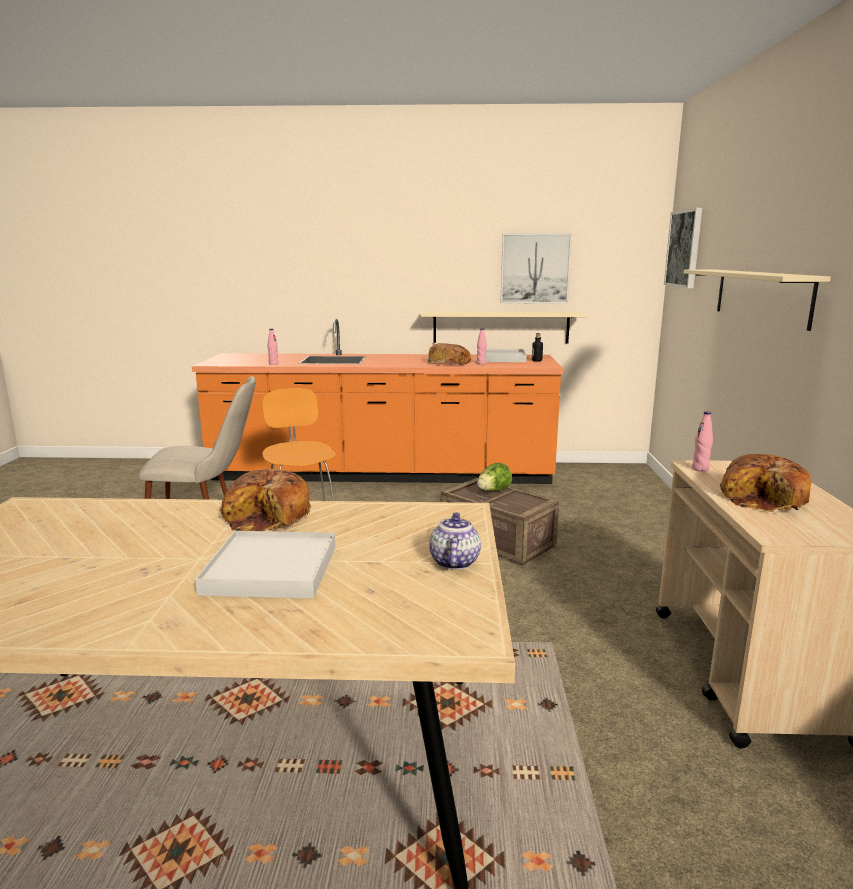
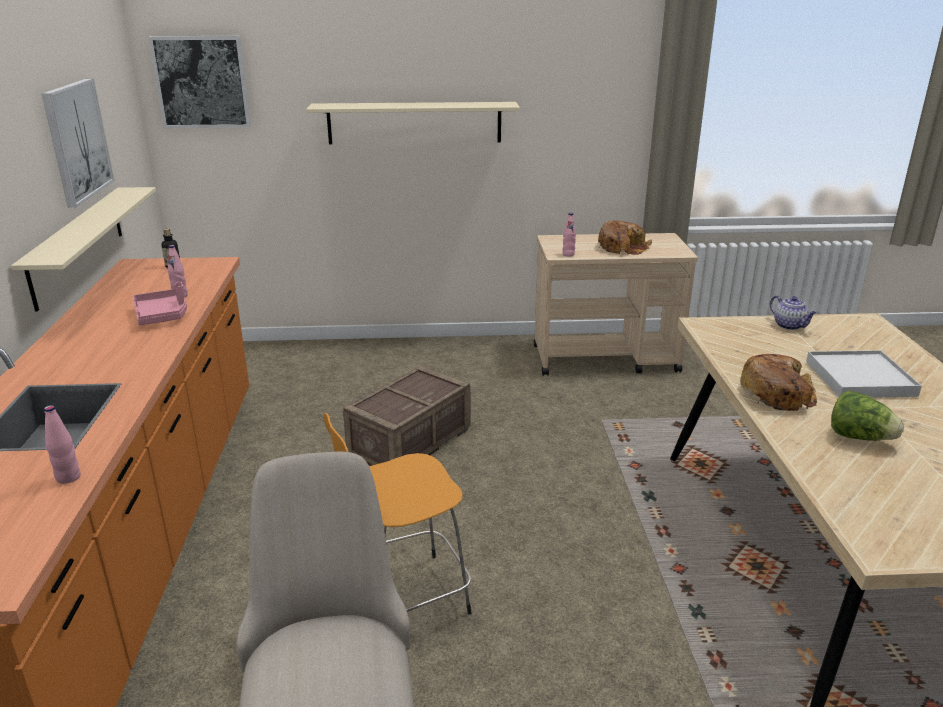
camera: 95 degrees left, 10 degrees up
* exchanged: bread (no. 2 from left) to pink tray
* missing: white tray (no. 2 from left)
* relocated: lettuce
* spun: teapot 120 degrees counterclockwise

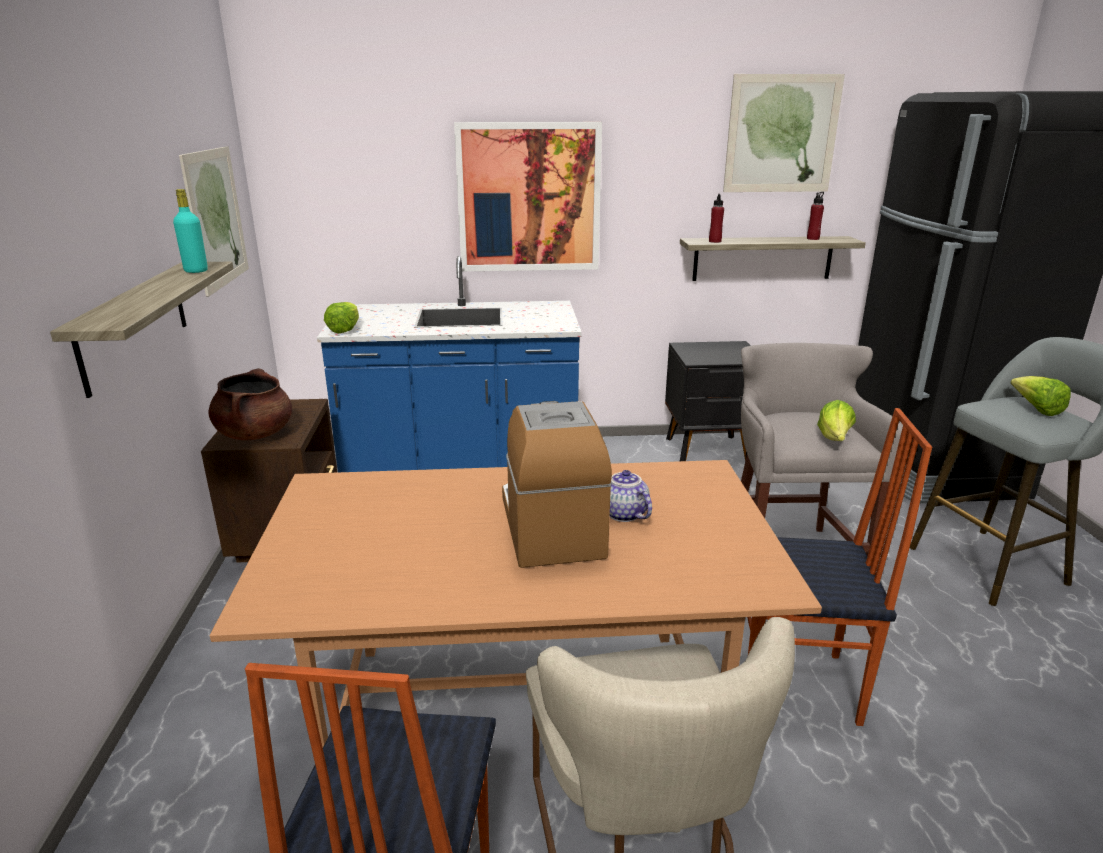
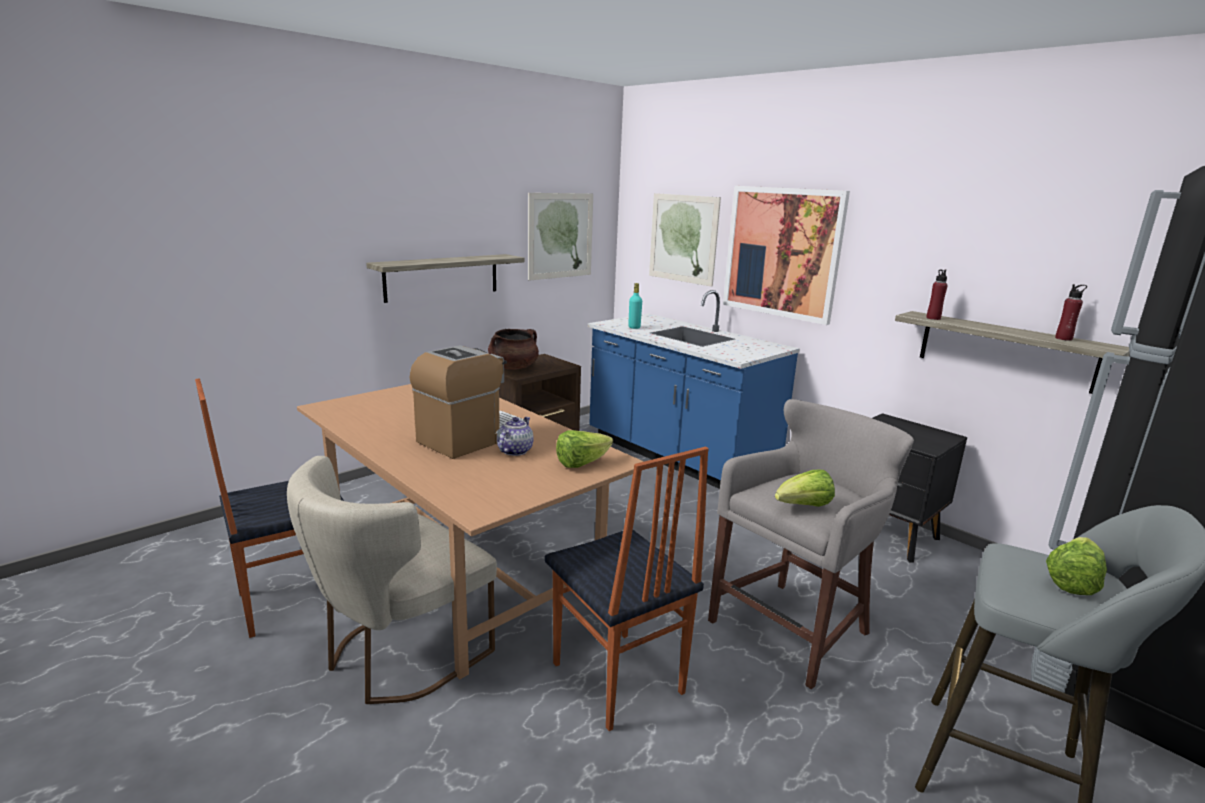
camera: 50 degrees right, 5 degrees down
* relocated: picture (no. 3 from left in the first image) to picture (no. 2 from left)
* relocated: turquoise bottle
* relocated: lettuce (no. 1 from left)

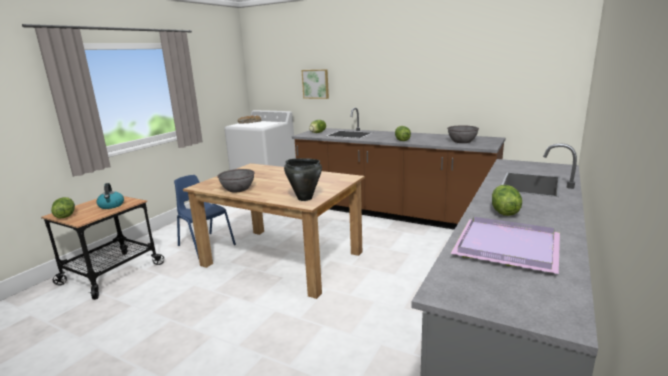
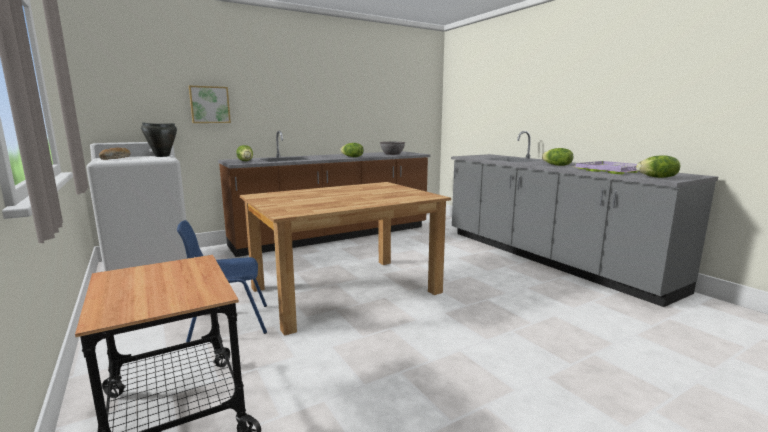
camera: 60 degrees left, 5 degrees down
* relocated: black cooking pot
* missing: grey bowl (no. 1 from left)
* missing: kettle
* relocated: lettuce (no. 1 from left in the first image) to lettuce (no. 4 from left)

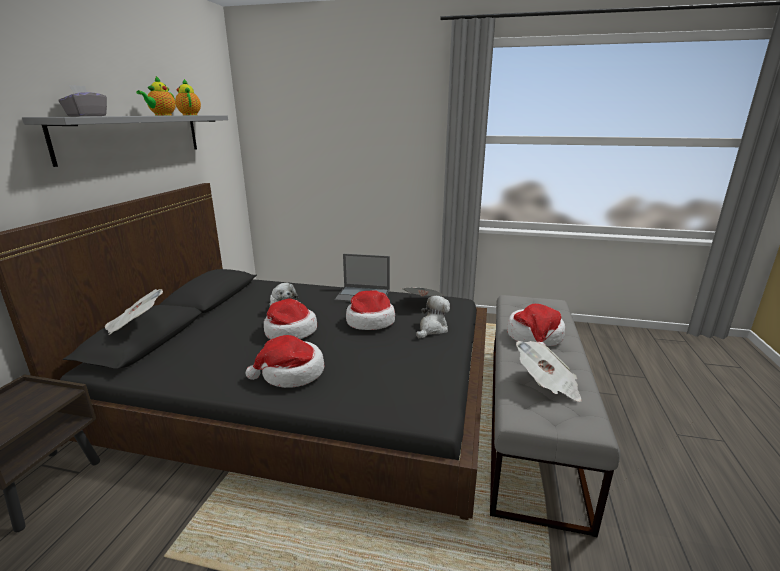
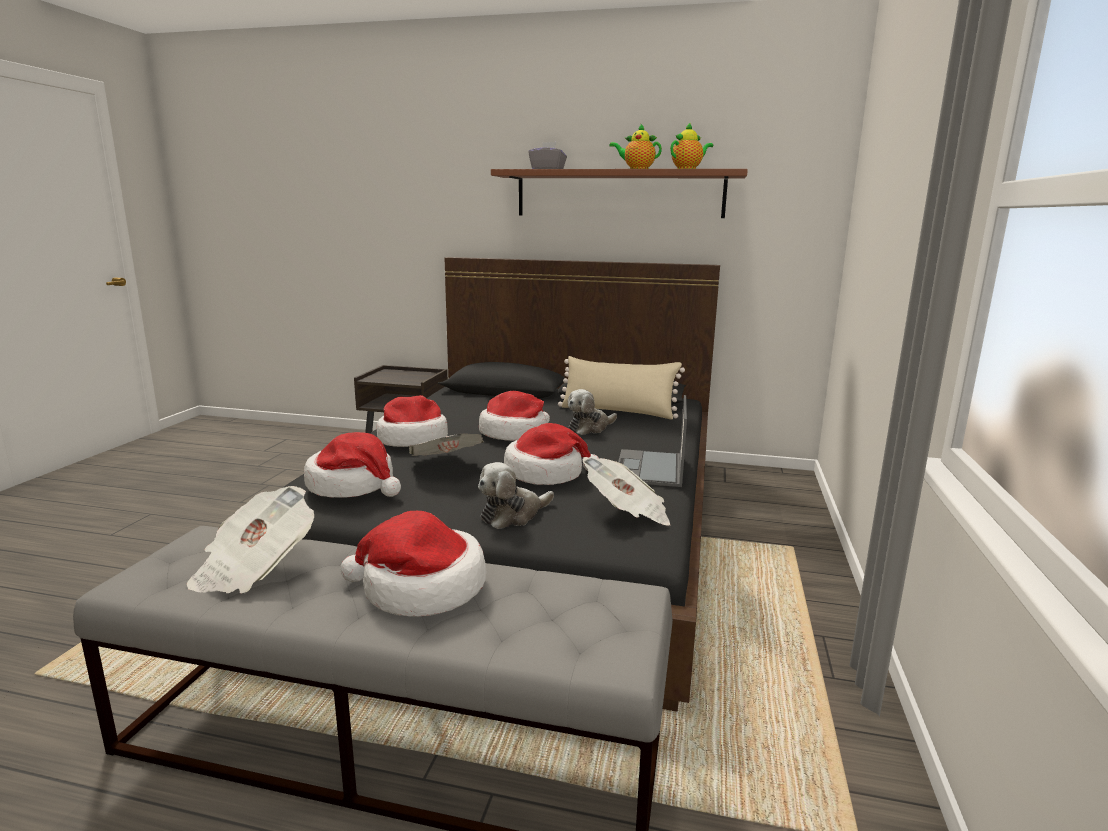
camera: 90 degrees right, 5 degrees down
* colour: grey shelf to brown shelf
* relocated: newspaper (no. 1 from left in the first image) to newspaper (no. 2 from left)
* spun: plush toy (no. 2 from left in the first image) 105 degrees clockwise
* appeared: beige pillow
* appeared: hat (no. 1 from left)

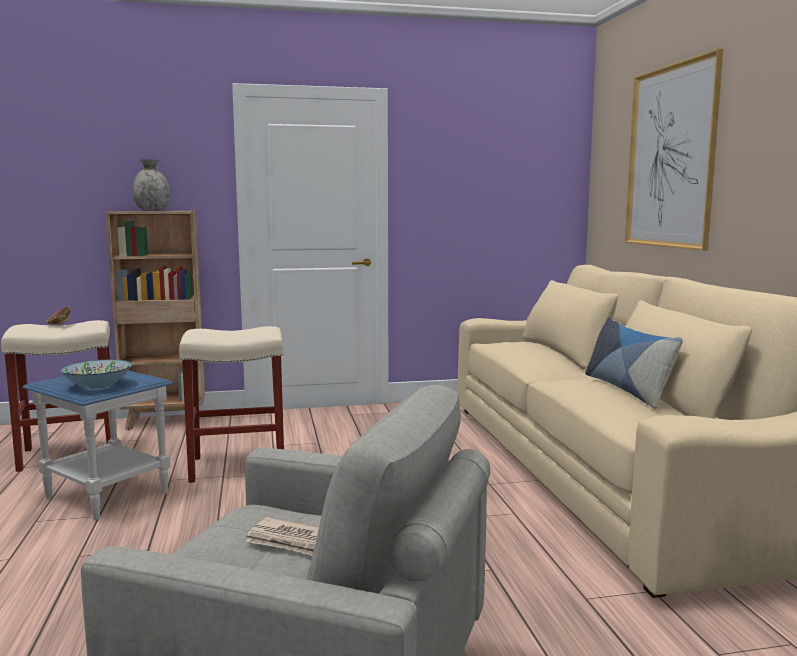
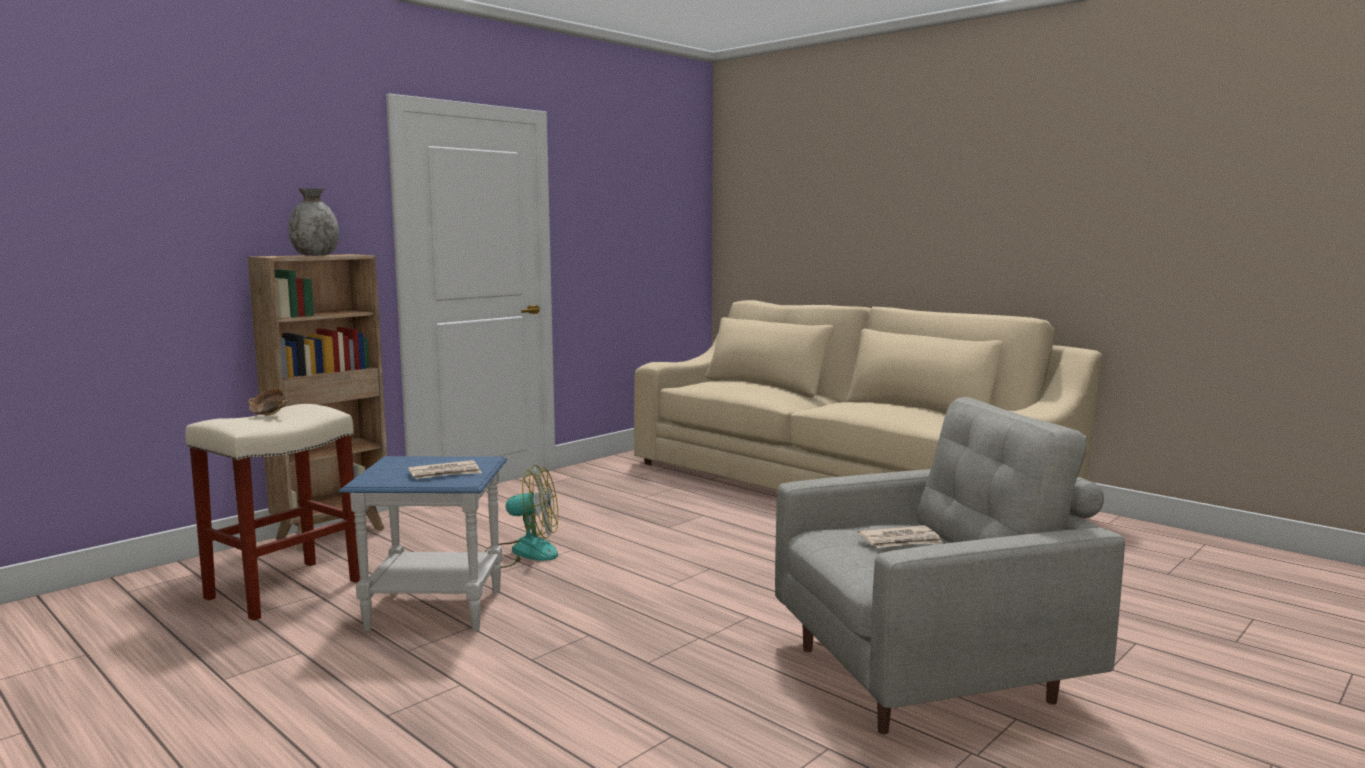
camera: 35 degrees left, 0 degrees up
* missing: picture
* missing: pillow
* exchanged: beige stool (no. 2 from left) to fan
* exchanged: bowl (no. 2 from left) to newspaper (no. 1 from left)

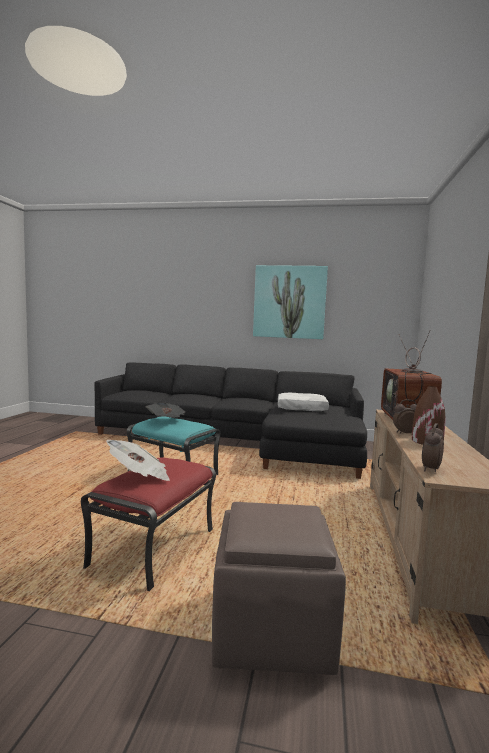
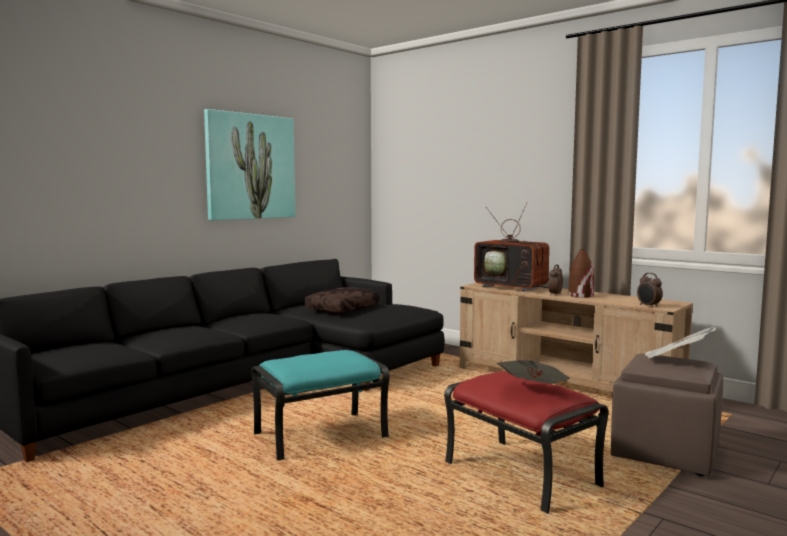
camera: 60 degrees left, 0 degrees up
* colour: white pillow to brown pillow
* relocated: newspaper (no. 2 from left)

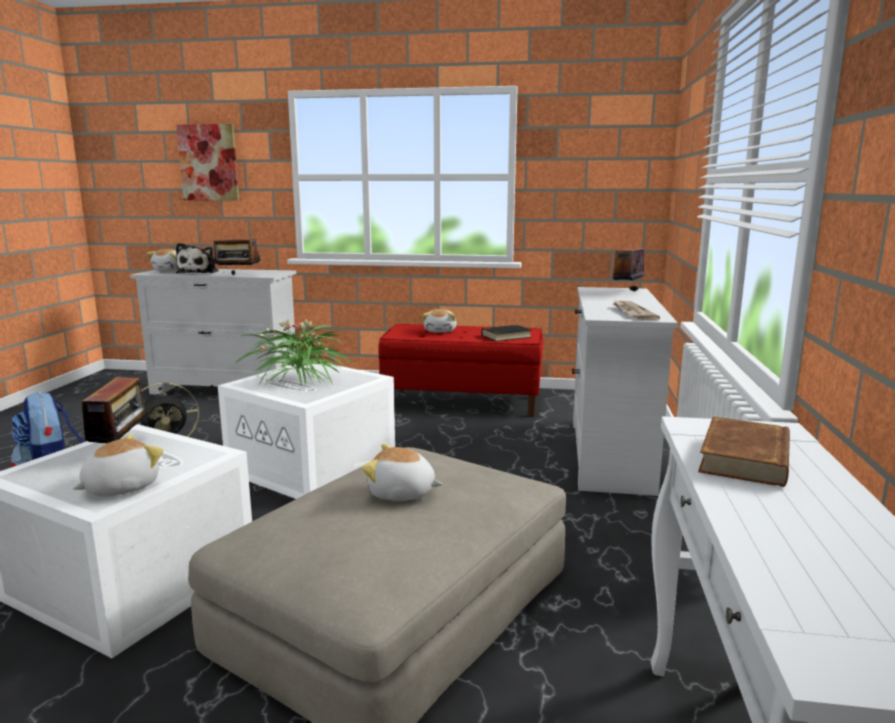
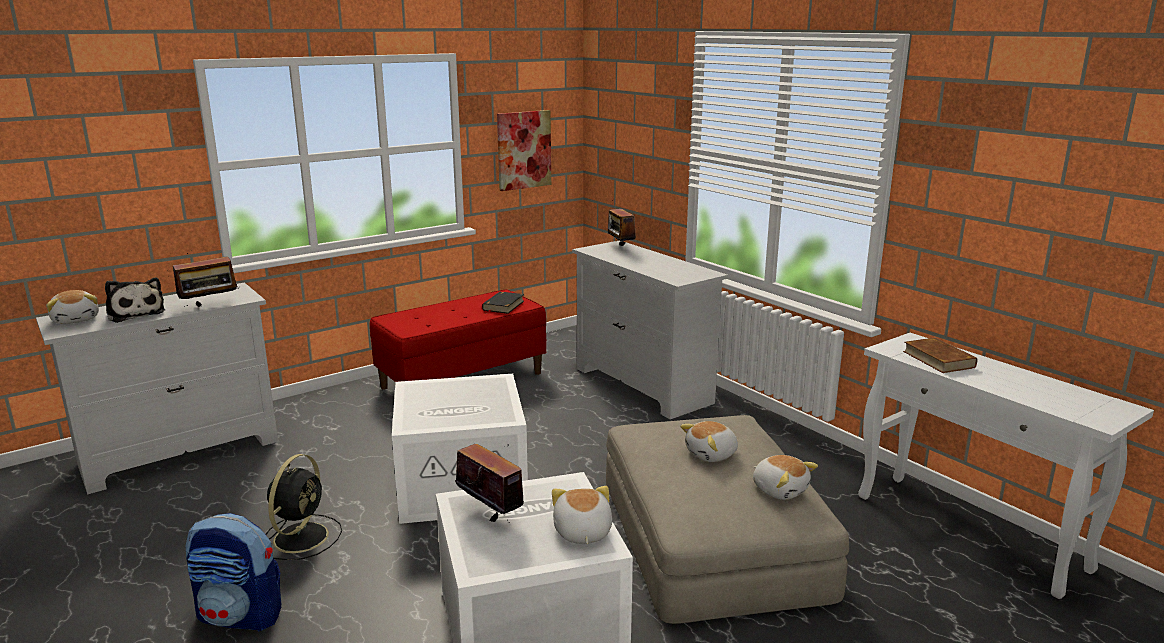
camera: 45 degrees left, 5 degrees up
* relocated: picture
* missing: newspaper
* relocated: plush toy (no. 5 from left)
* missing: potted plant

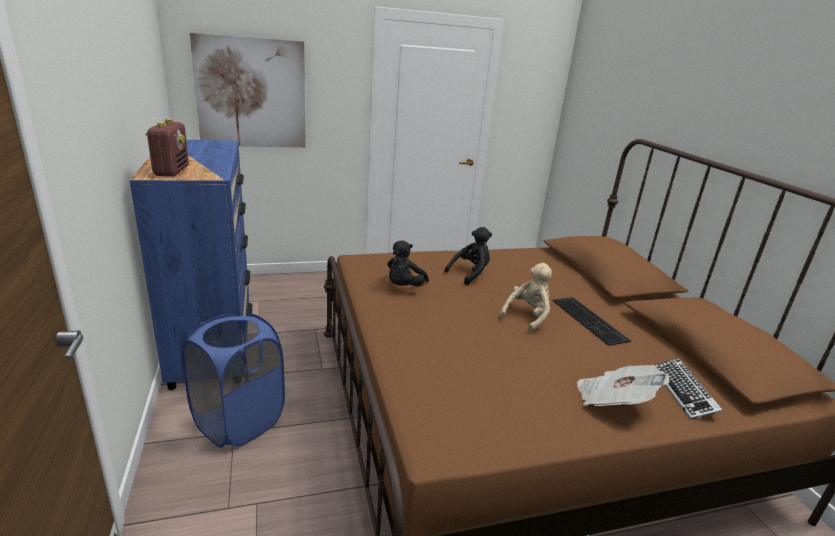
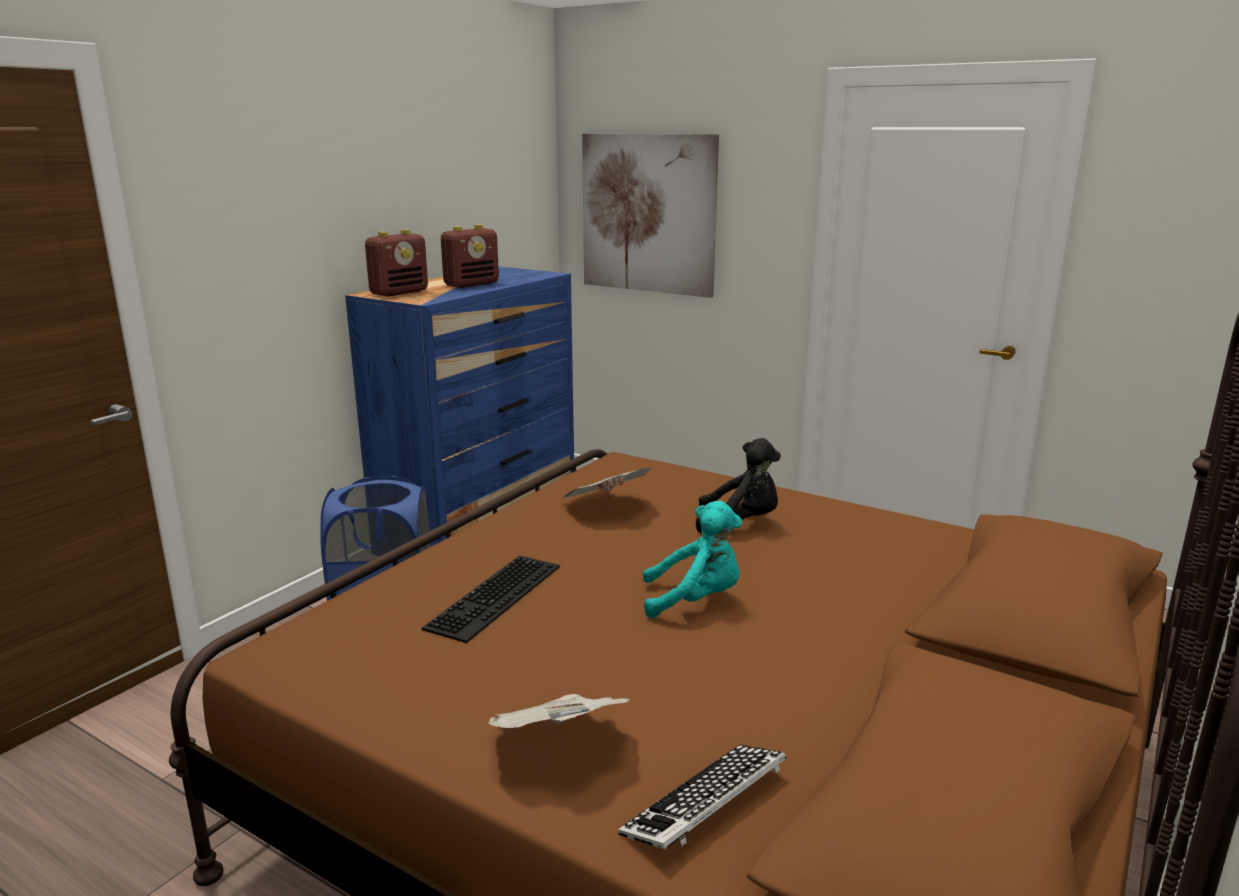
camera: 50 degrees right, 5 degrees down
* exchanged: black plush toy (no. 1 from left) to newspaper (no. 2 from left)
* colour: beige plush toy to turquoise plush toy
* relocated: keyboard (no. 1 from left)
* appeared: radio (no. 2 from left)

